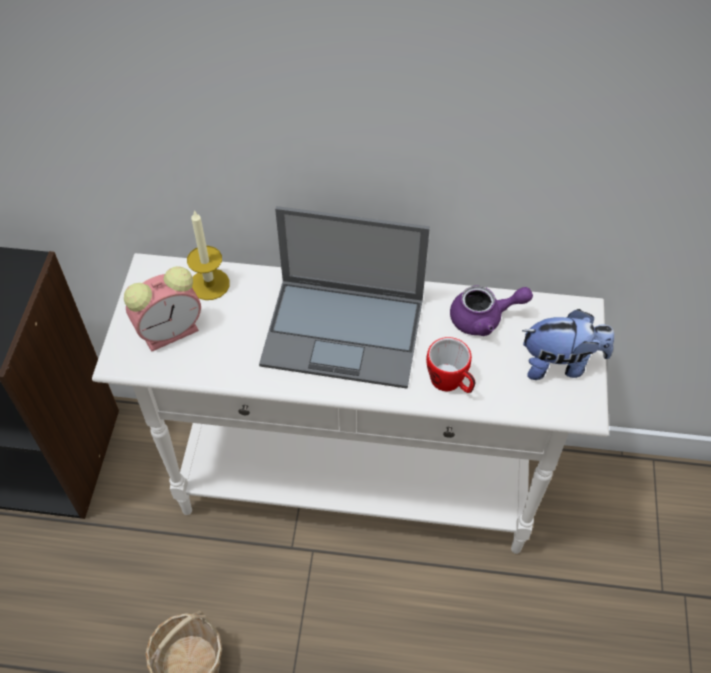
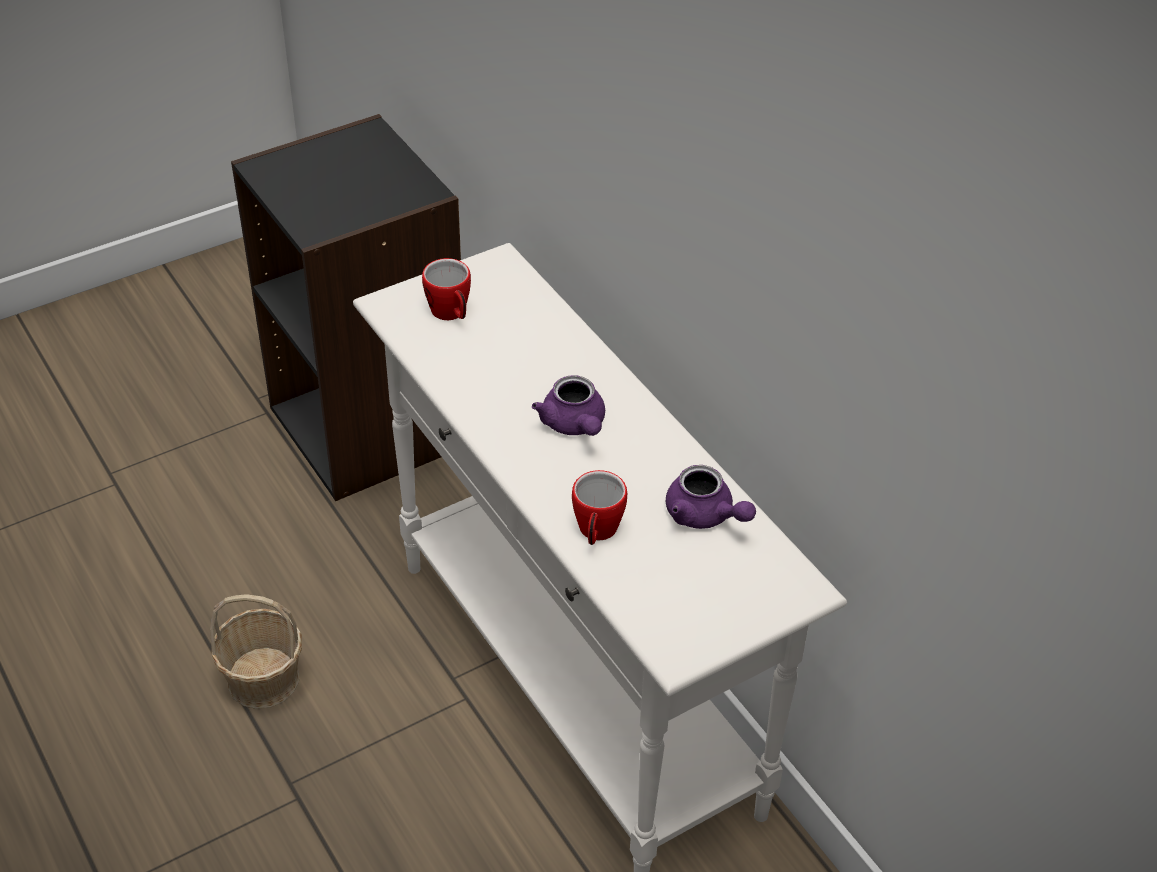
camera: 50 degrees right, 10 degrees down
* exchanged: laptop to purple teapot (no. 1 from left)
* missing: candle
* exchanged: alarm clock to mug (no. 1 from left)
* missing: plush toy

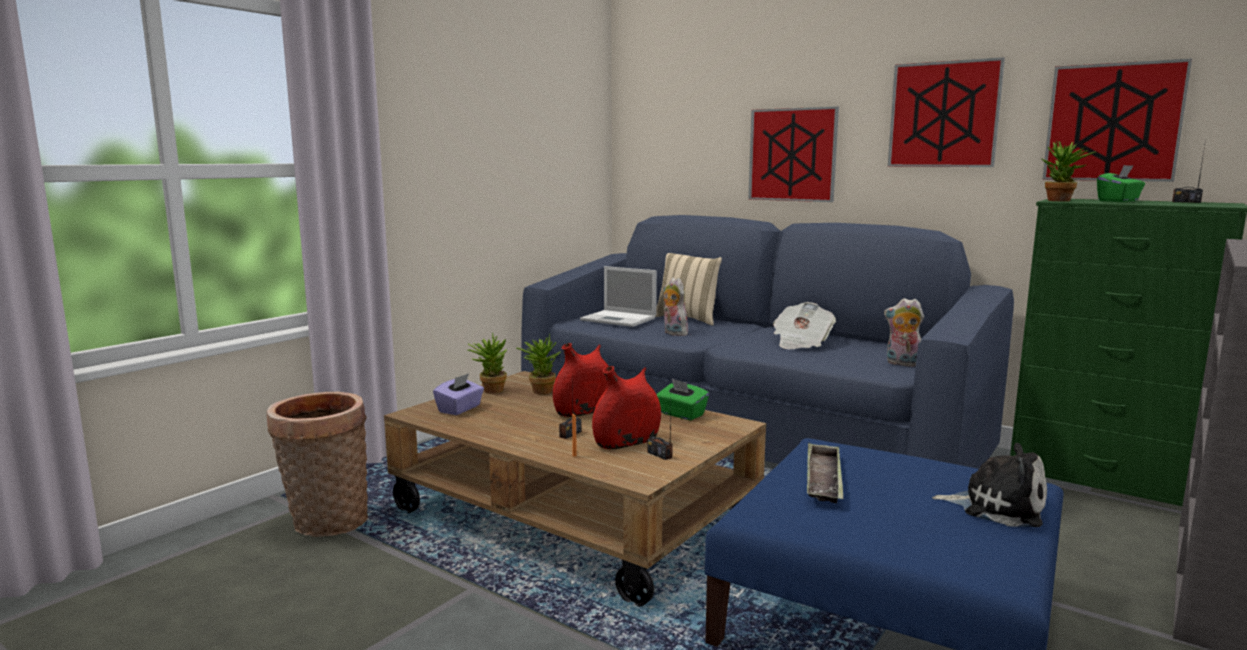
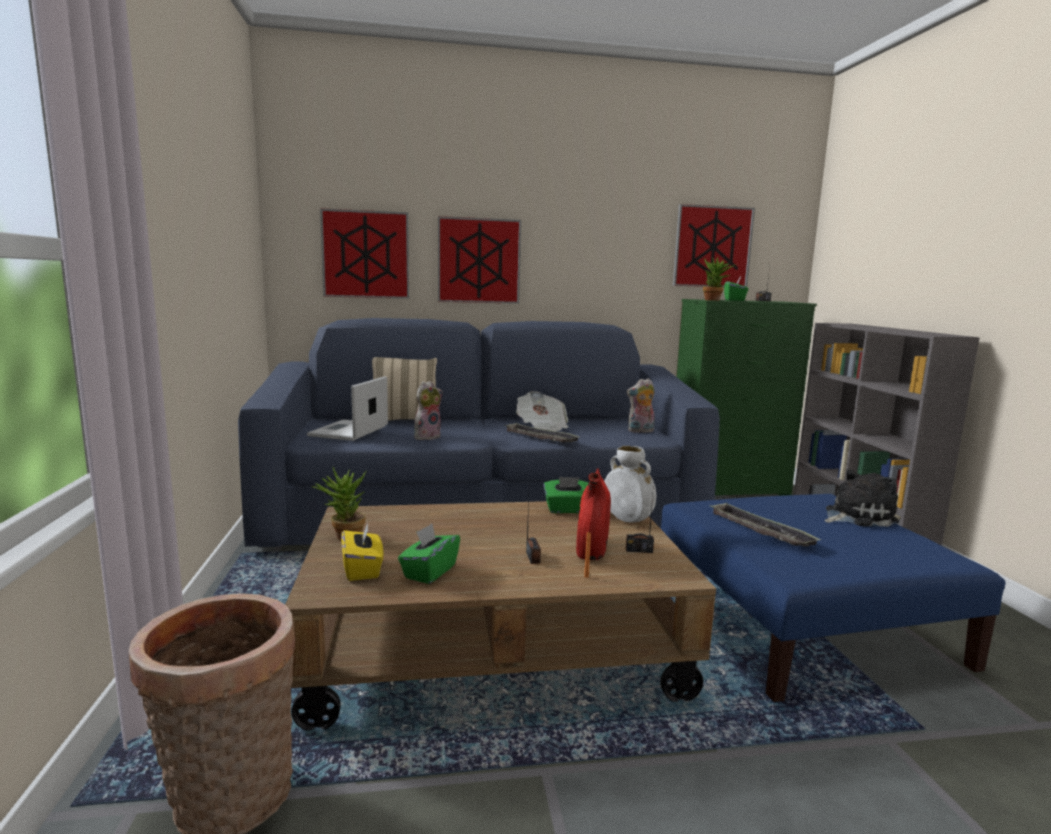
camera: 45 degrees left, 0 degrees up
* relocated: picture (no. 2 from left in the first image) to picture (no. 1 from left)
* spun: laptop 120 degrees clockwise
* spun: plush toy (no. 1 from left) 120 degrees clockwise
* missing: potted plant (no. 2 from left)
* missing: red vase (no. 1 from left)
* colour: purple tissue box to yellow tissue box
* appeared: tray (no. 1 from left)
* appeared: white vase
* appeared: green tissue box (no. 1 from left)

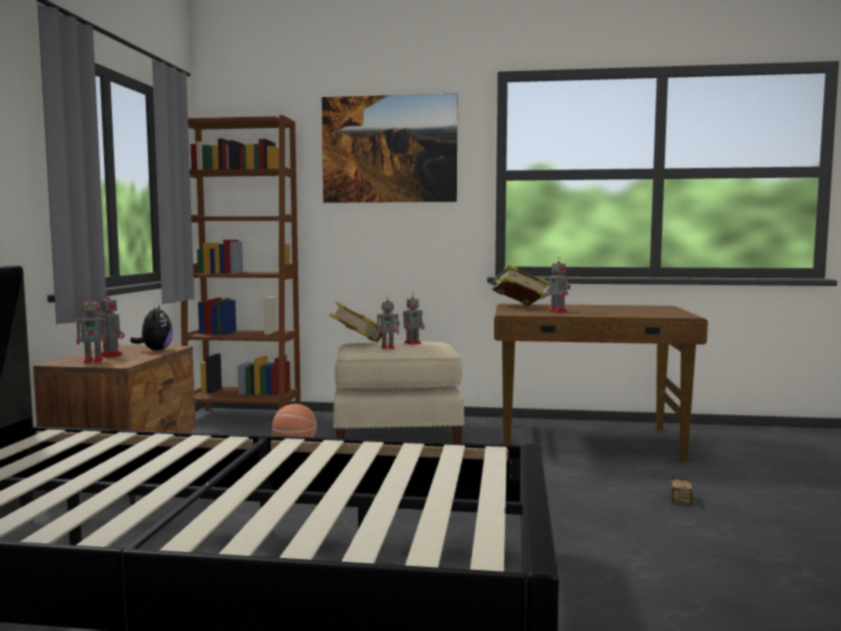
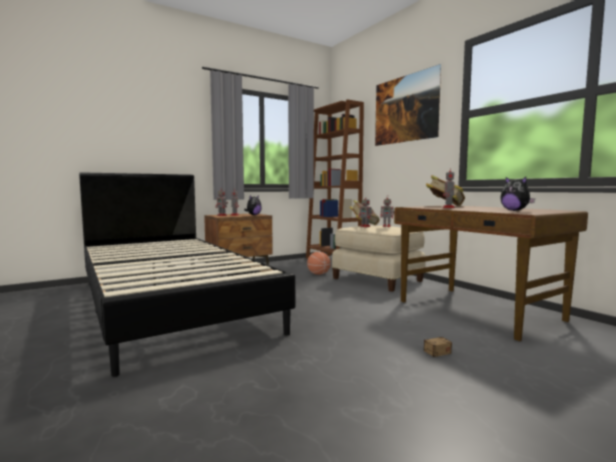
camera: 50 degrees right, 0 degrees up
* appeared: plush toy (no. 2 from left)

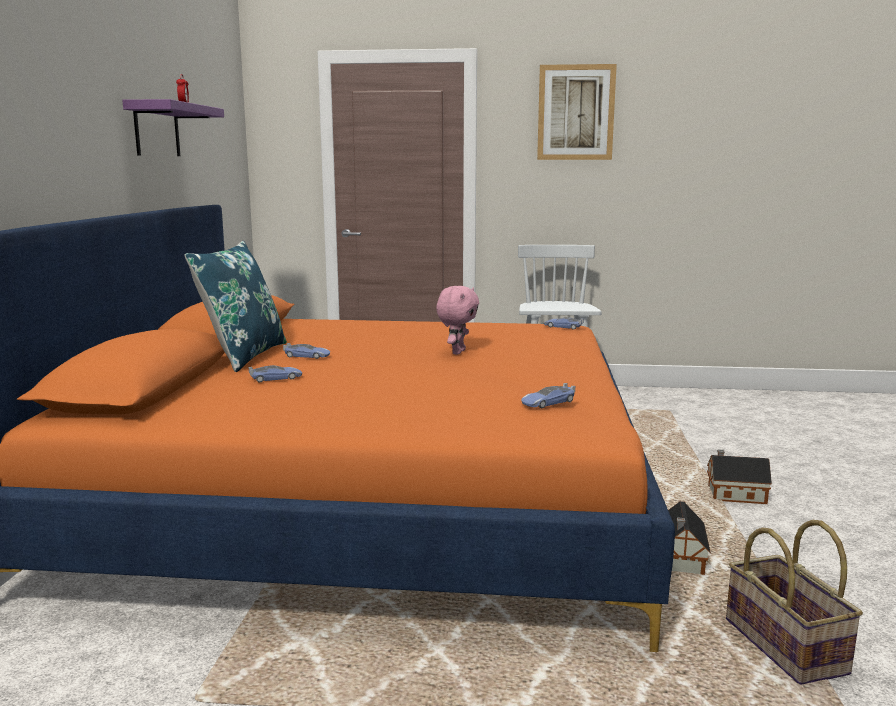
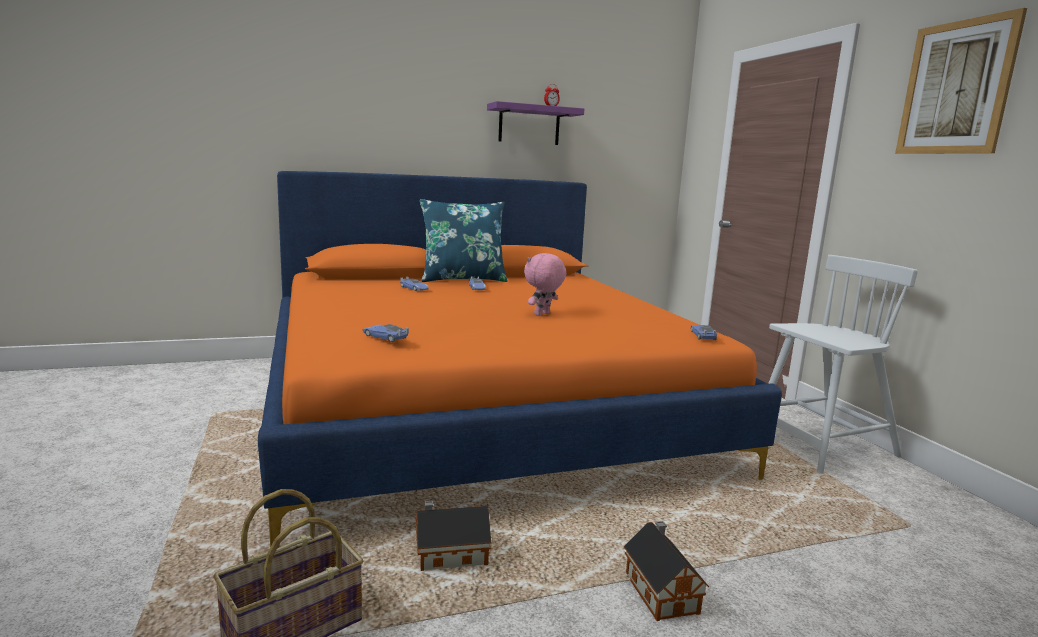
camera: 65 degrees right, 0 degrees up
* spun: pink plush toy 135 degrees clockwise

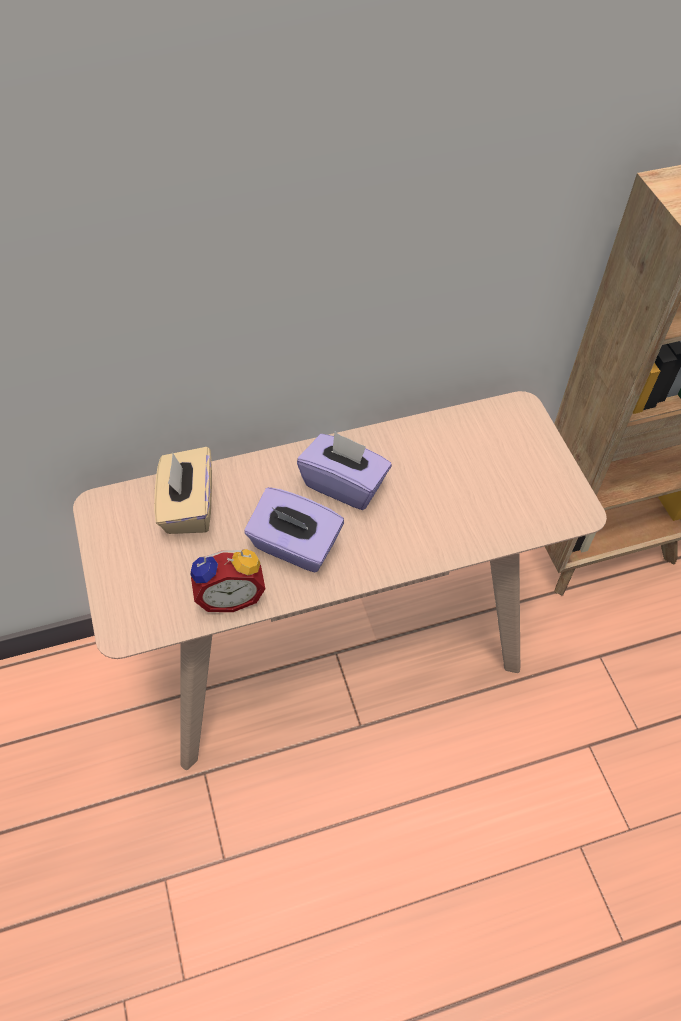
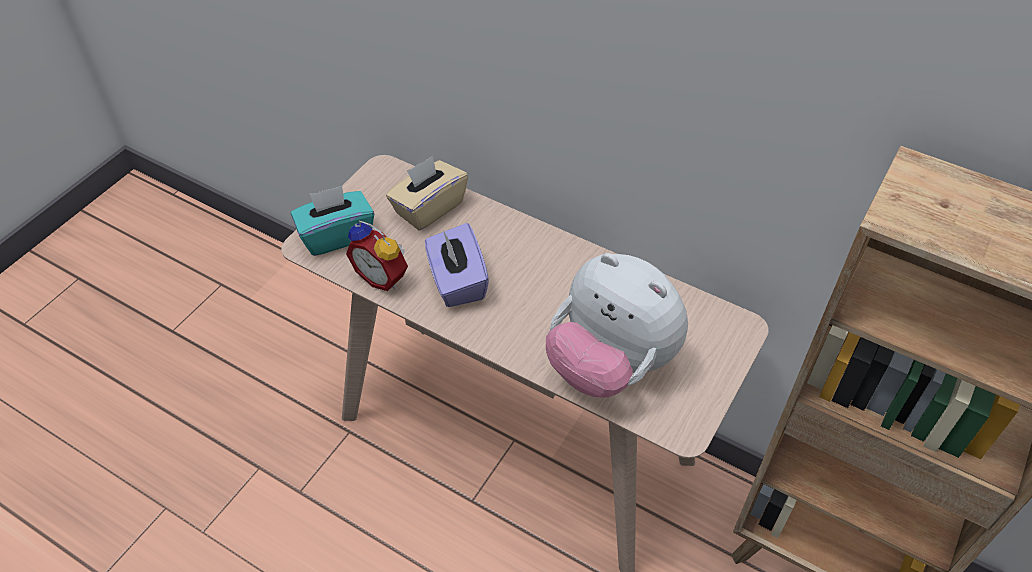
camera: 50 degrees right, 5 degrees down
* missing: purple tissue box (no. 2 from left)
* appeared: turquoise tissue box
* appeared: plush toy

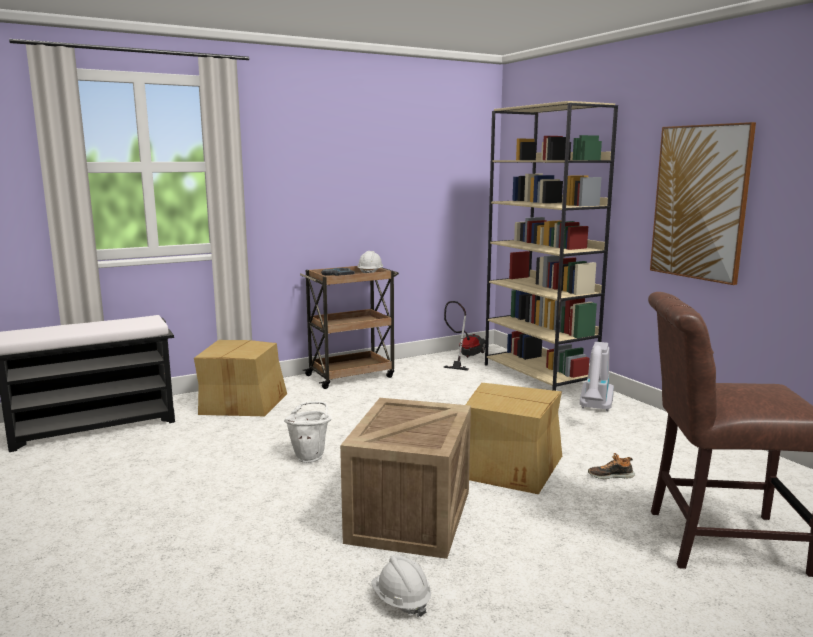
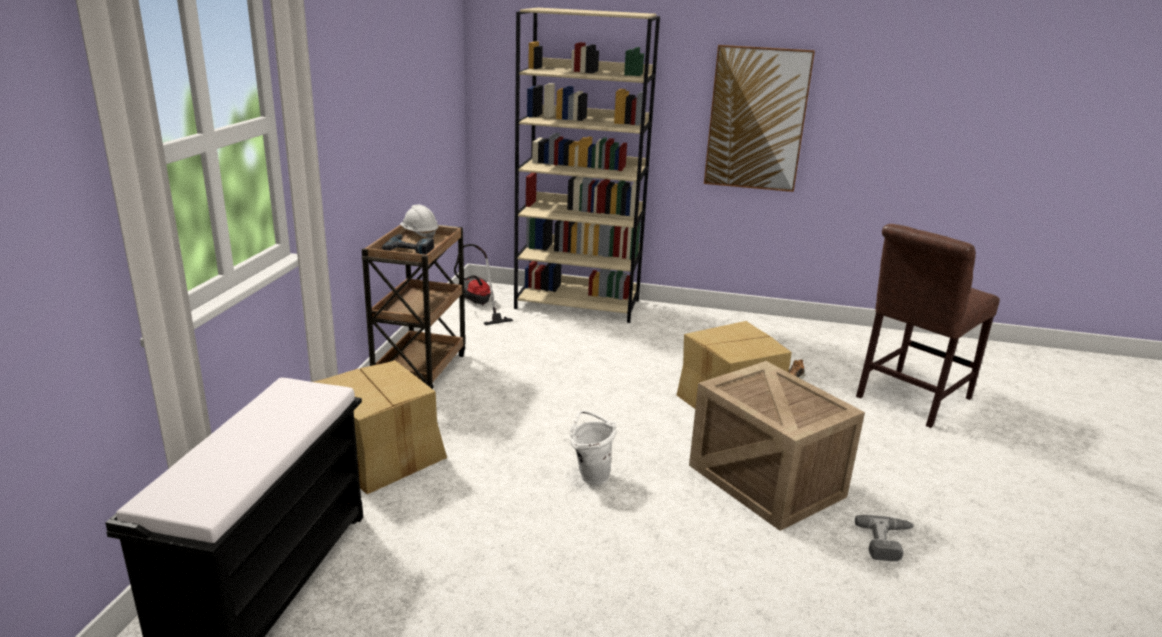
camera: 50 degrees left, 10 degrees up
* missing: vacuum cleaner (no. 2 from left)
* exchanged: white hard hat (no. 2 from left) to power drill (no. 2 from left)

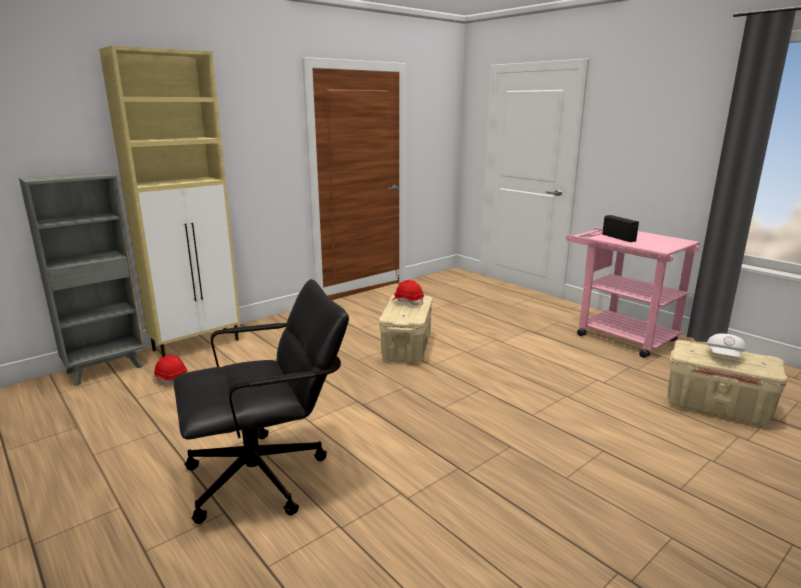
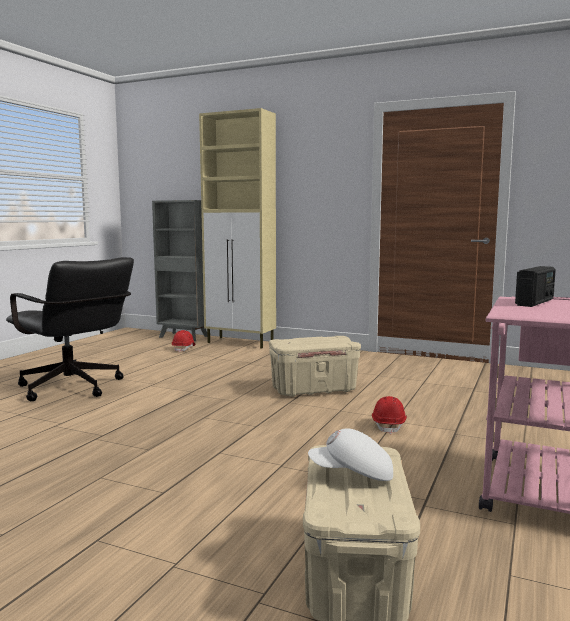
camera: 65 degrees right, 10 degrees down
* relocated: red hard hat (no. 2 from left)

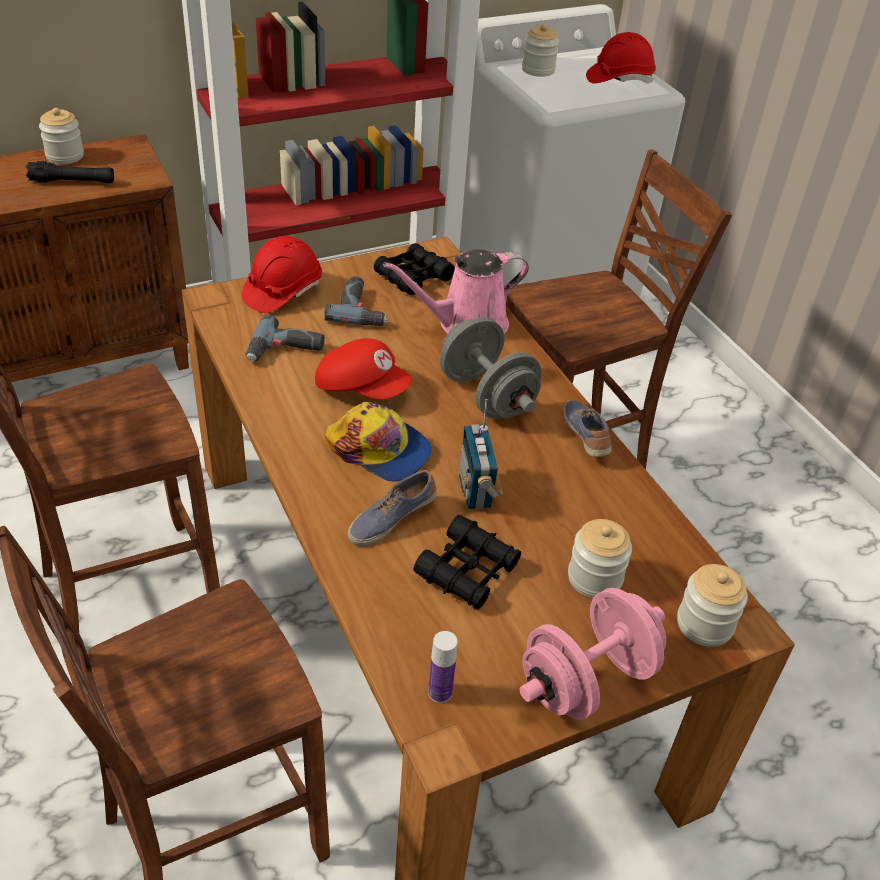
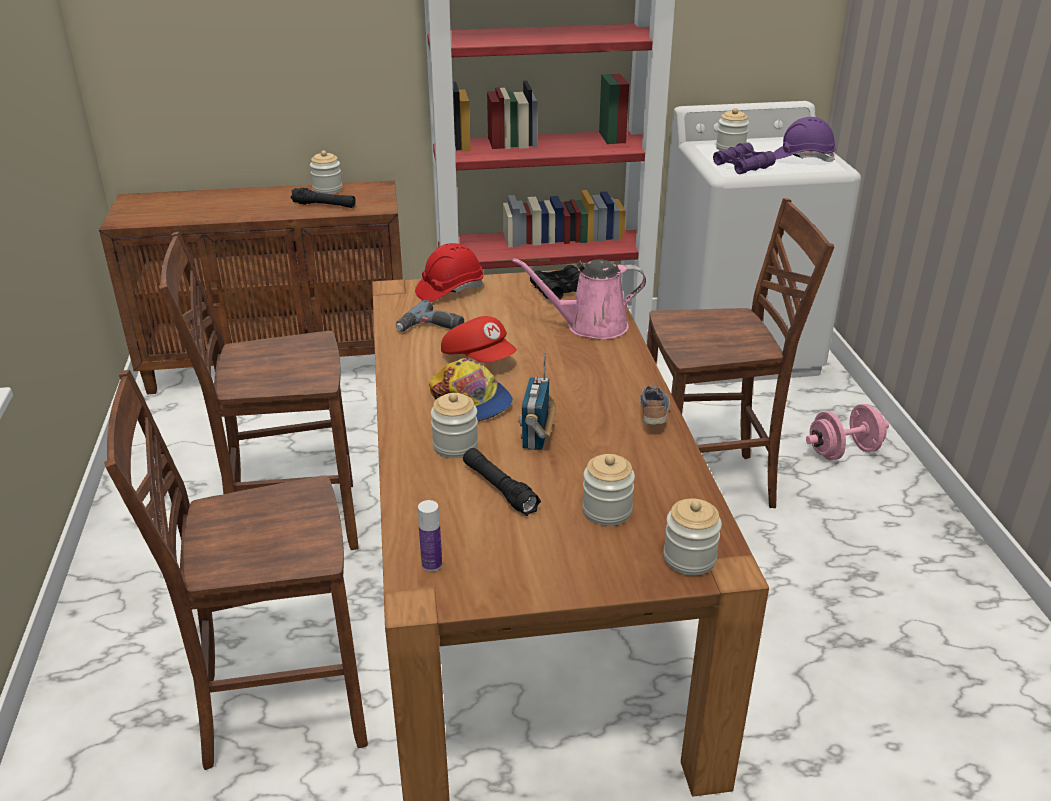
camera: 20 degrees right, 10 degrees down
* colour: red hard hat (no. 2 from left) to purple hard hat
* missing: power drill (no. 2 from left)
* missing: grey dumbbell
* exchanged: shoe (no. 1 from left) to jar (no. 2 from left)
* exchanged: black binoculars (no. 2 from left) to black flashlight (no. 2 from left)
* relocated: pink dumbbell
* appeared: purple binoculars

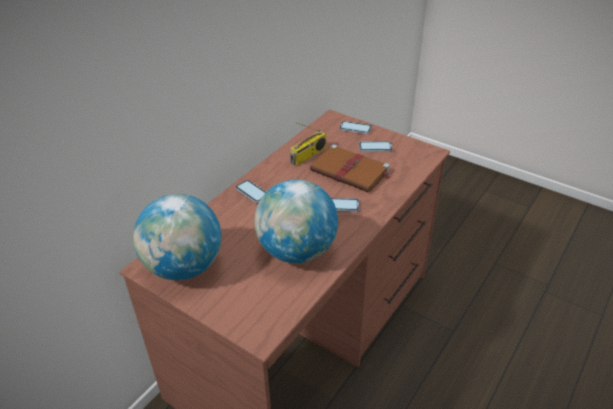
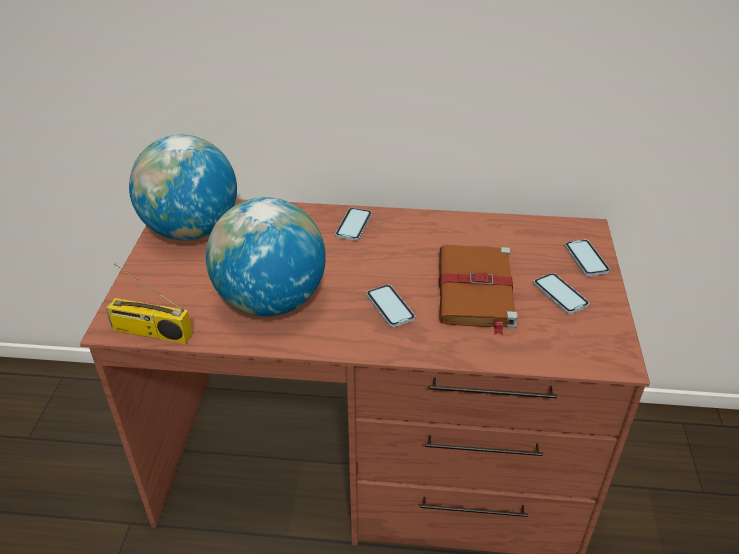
camera: 60 degrees right, 0 degrees up
* relocated: radio

